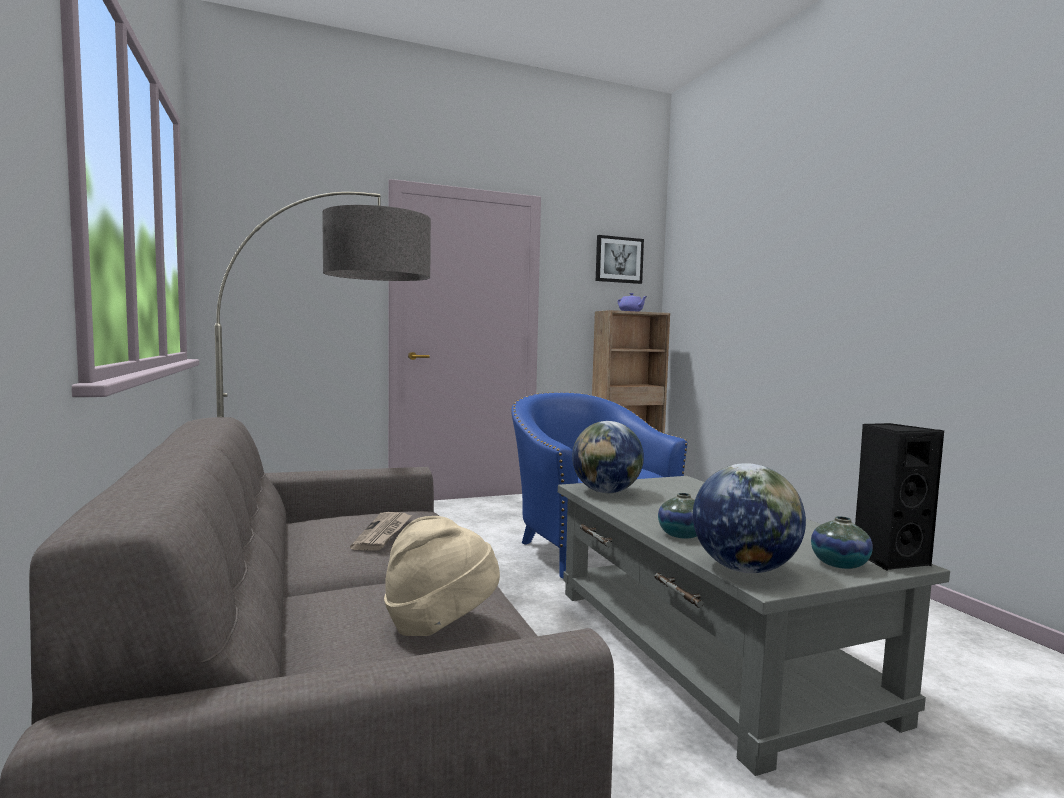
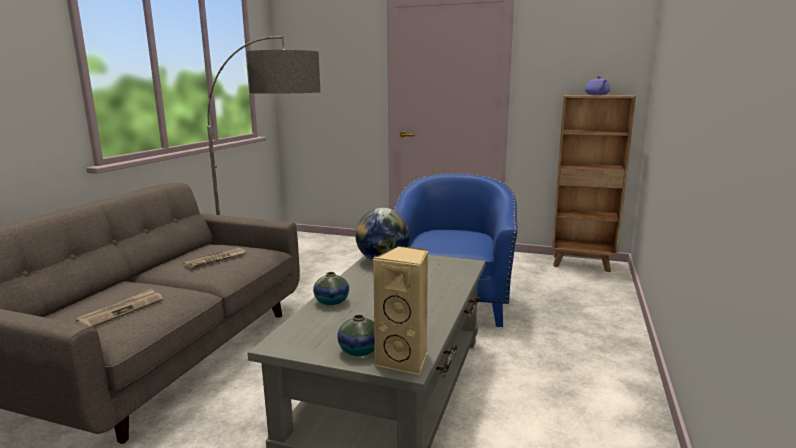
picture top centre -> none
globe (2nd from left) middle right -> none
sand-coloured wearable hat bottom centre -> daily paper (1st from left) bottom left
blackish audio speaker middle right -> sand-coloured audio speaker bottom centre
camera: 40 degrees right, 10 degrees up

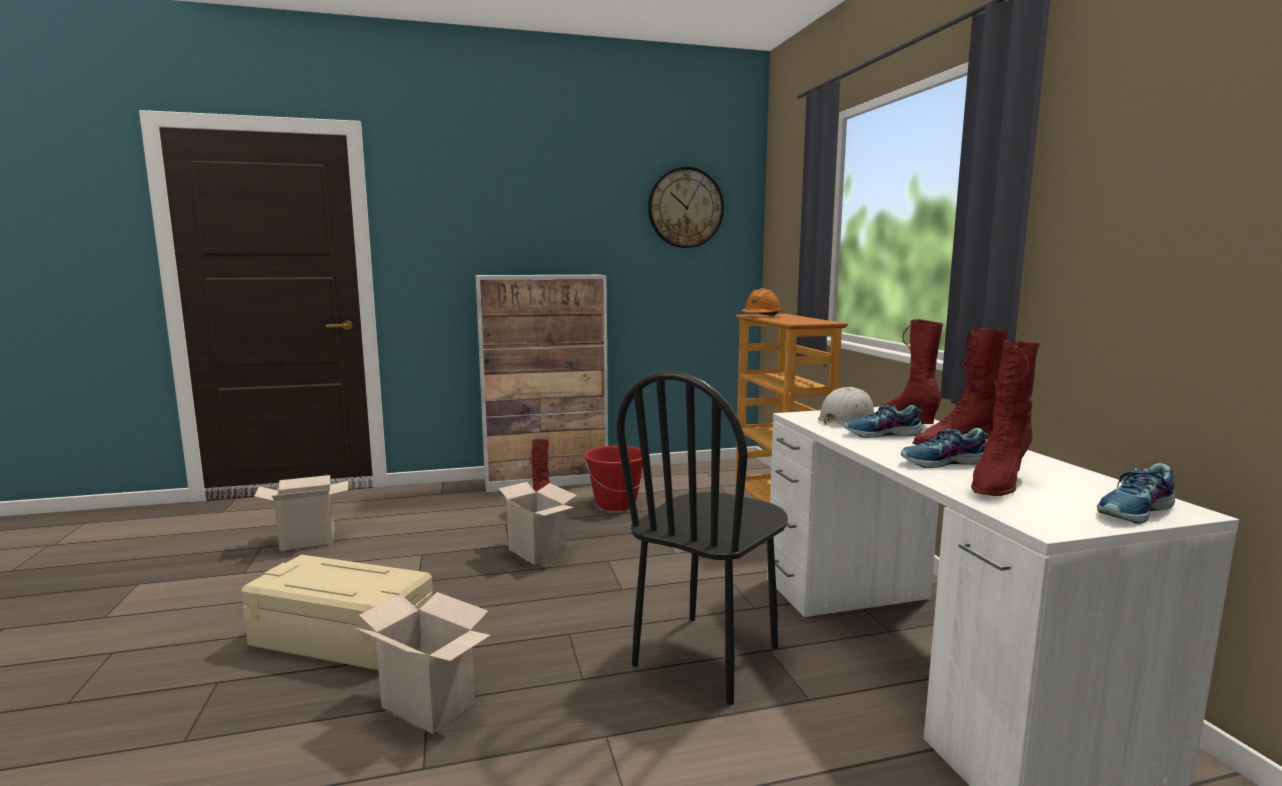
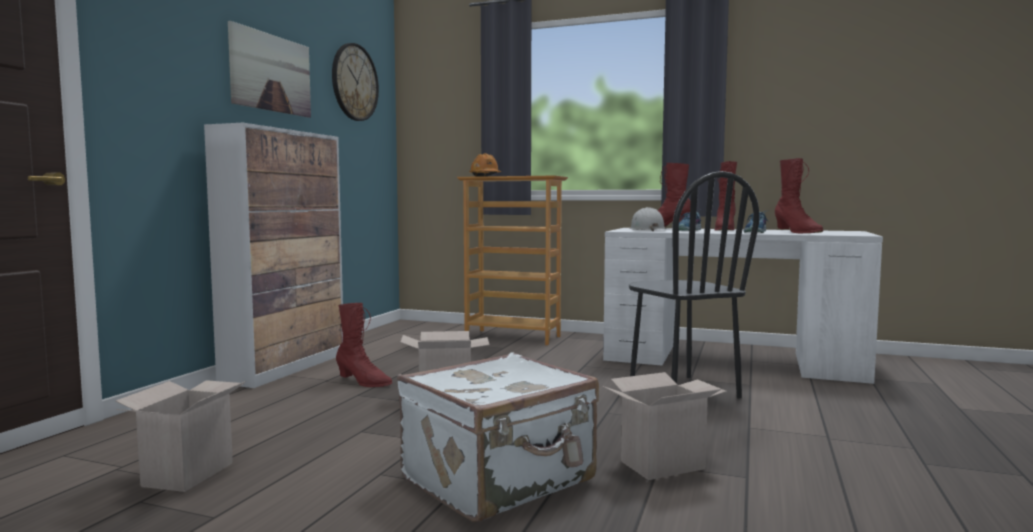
reddish bucket centre -> none
shoe (3rd from left) middle right -> none
none -> picture top left
sand-coloured storage container bottom left -> whitish travel case bottom centre
camera: 55 degrees left, 5 degrees down

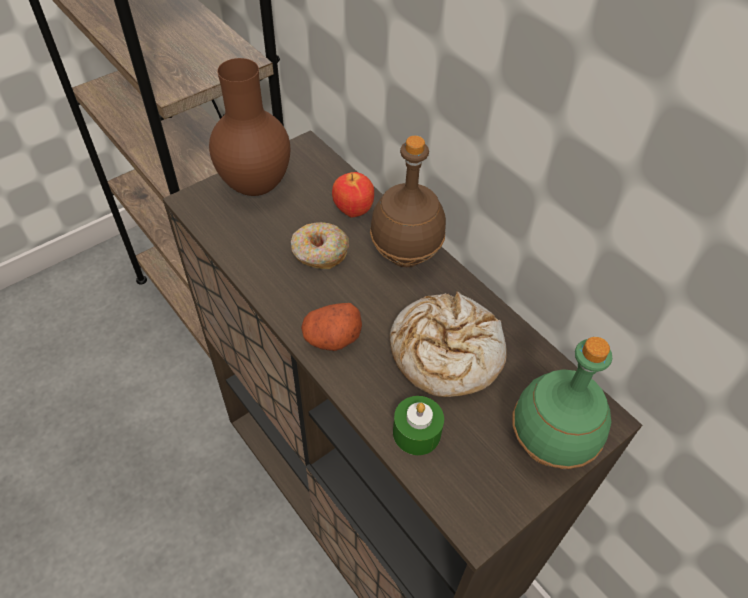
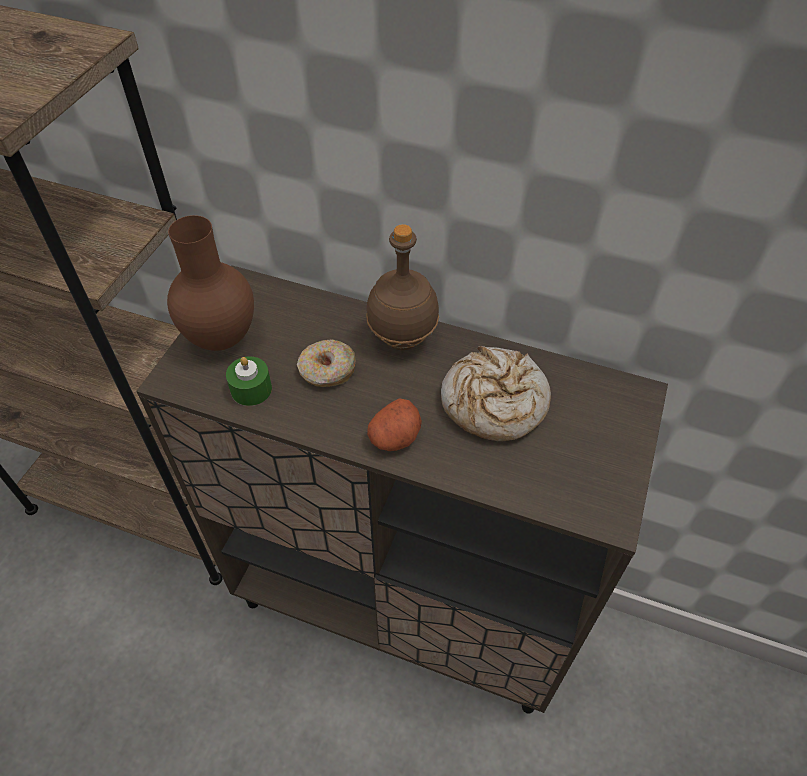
apple fruit top centre -> none
green bottle bottom right -> none
green wax candle bottom centre -> green wax candle middle left, move
camera: 30 degrees left, 0 degrees up

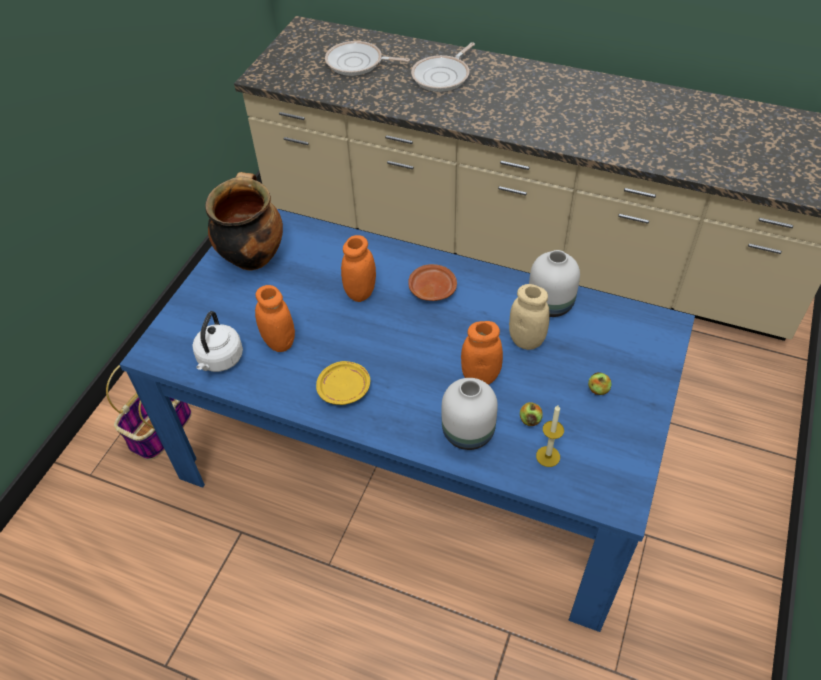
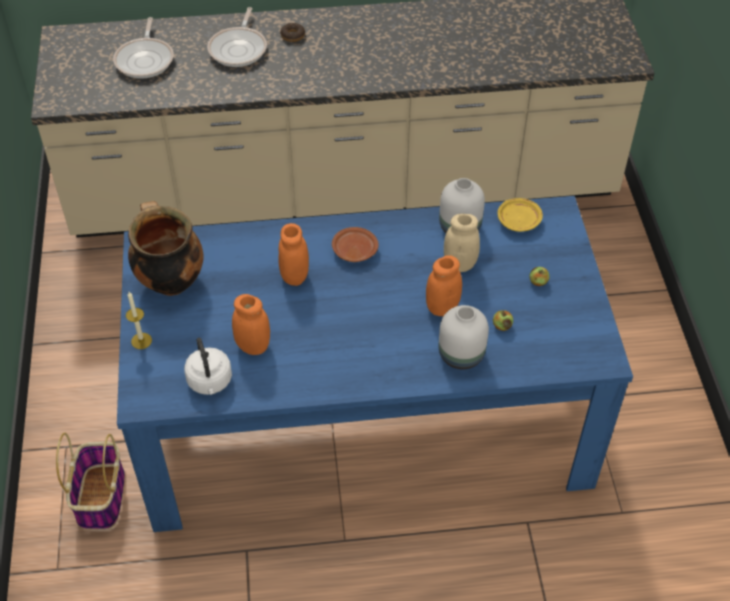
none -> donut top centre
yellow flat dish centre -> yellow flat dish middle right, move
wax candle middle right -> wax candle middle left, move
frying pan (1st from left) top centre -> frying pan (1st from left) top left, 75 degrees counterclockwise
camera: 30 degrees left, 0 degrees up

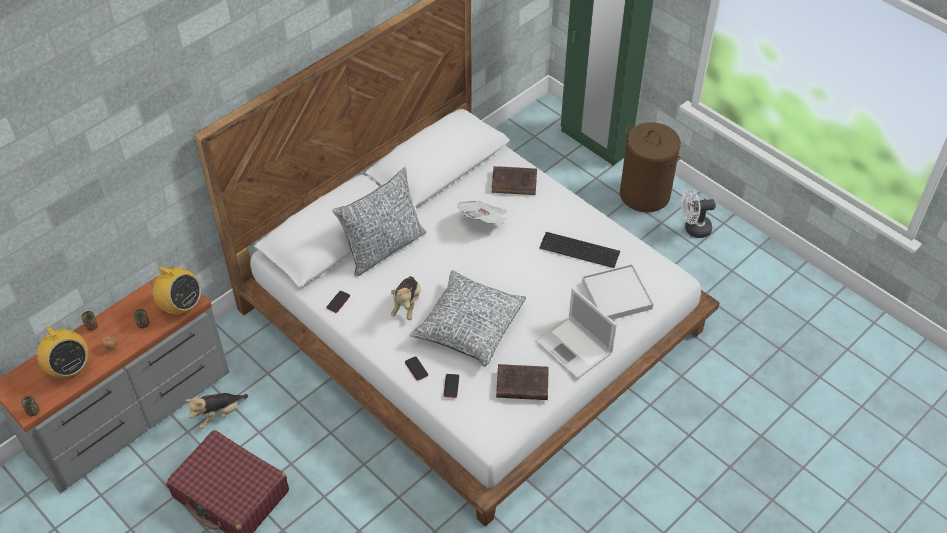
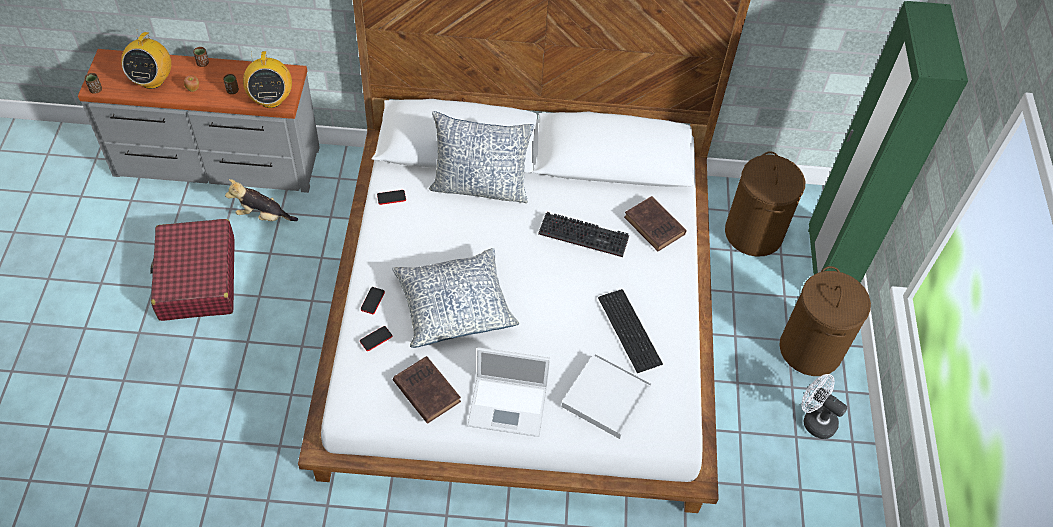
plush toy (2nd from left) centre -> none
none -> brown-coloured laundry basket (1st from left) middle right
daily paper centre -> computer keyboard (1st from left) centre
laptop centre -> laptop bottom centre, 90 degrees counterclockwise
camera: 45 degrees right, 5 degrees up

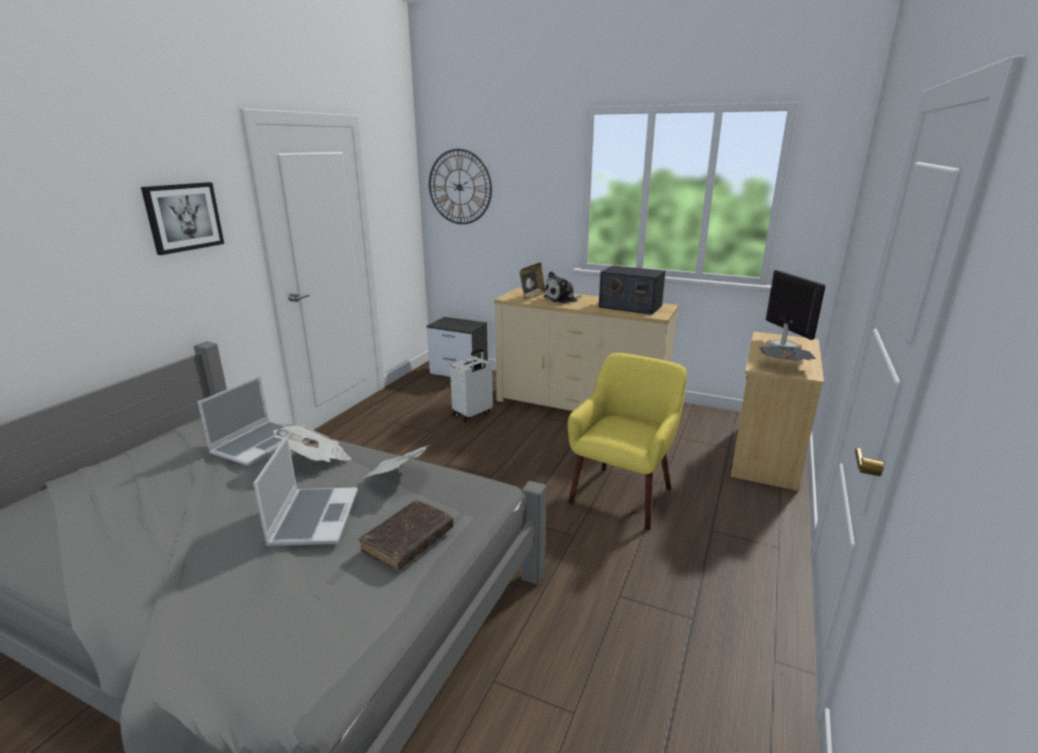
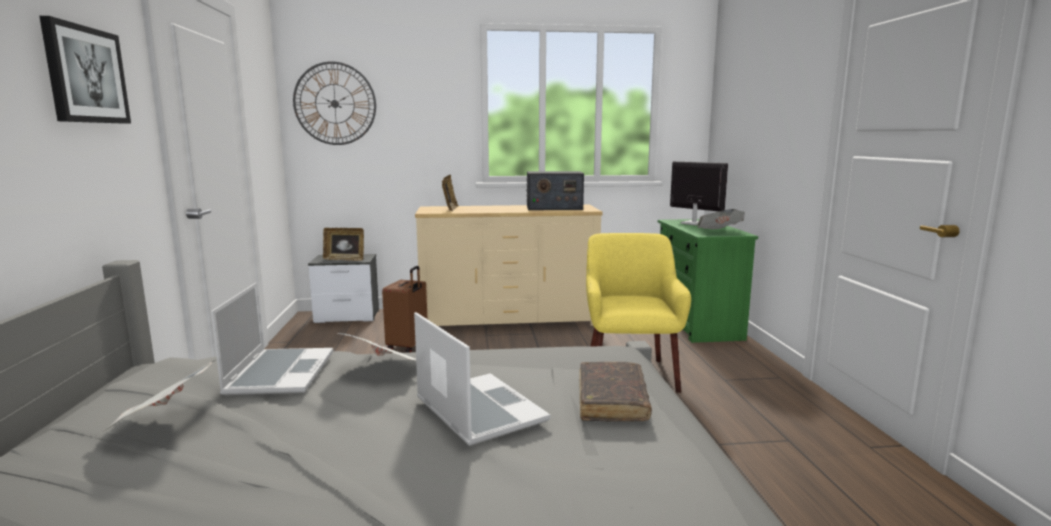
plush toy centre -> none
none -> picture frame (1st from left) middle left
daily paper (2nd from left in the first image) centre -> daily paper (1st from left) bottom left, move
whitish travel case centre -> brown-coloured travel case centre
sand-coloured dresser (2nd from left) middle right -> green dresser middle right
camera: 30 degrees left, 10 degrees down

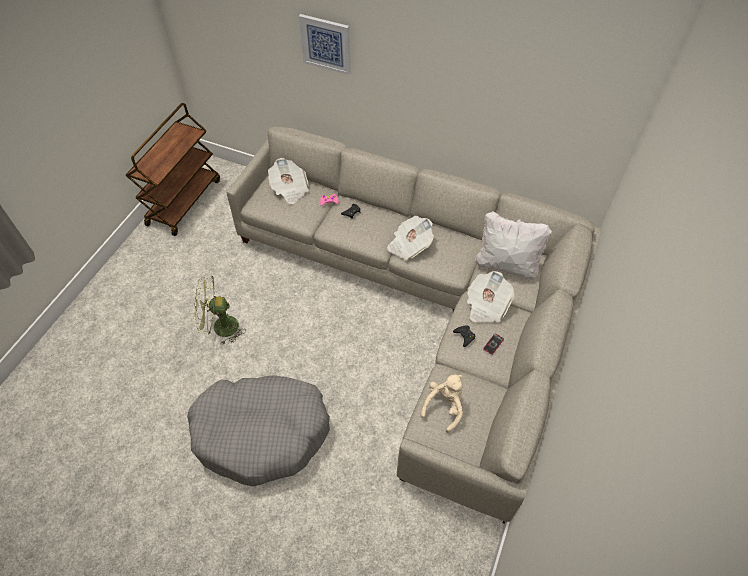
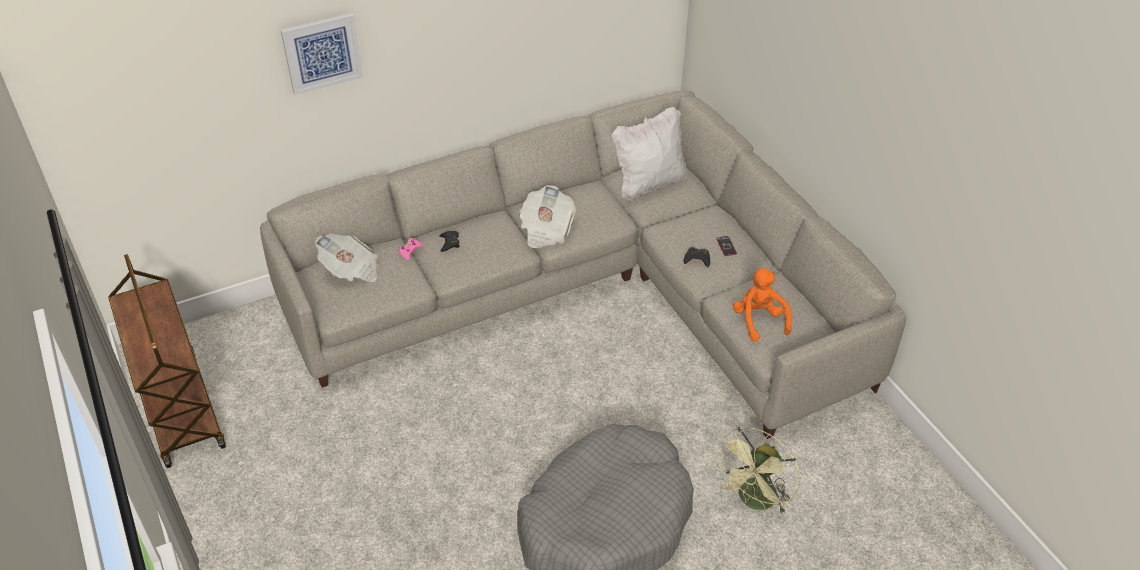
daily paper (3rd from left) centre -> none
green cooling fan middle left -> green cooling fan bottom centre, move
sand-coloured plush toy bottom centre -> orange-coloured plush toy middle right
camera: 50 degrees left, 10 degrees down

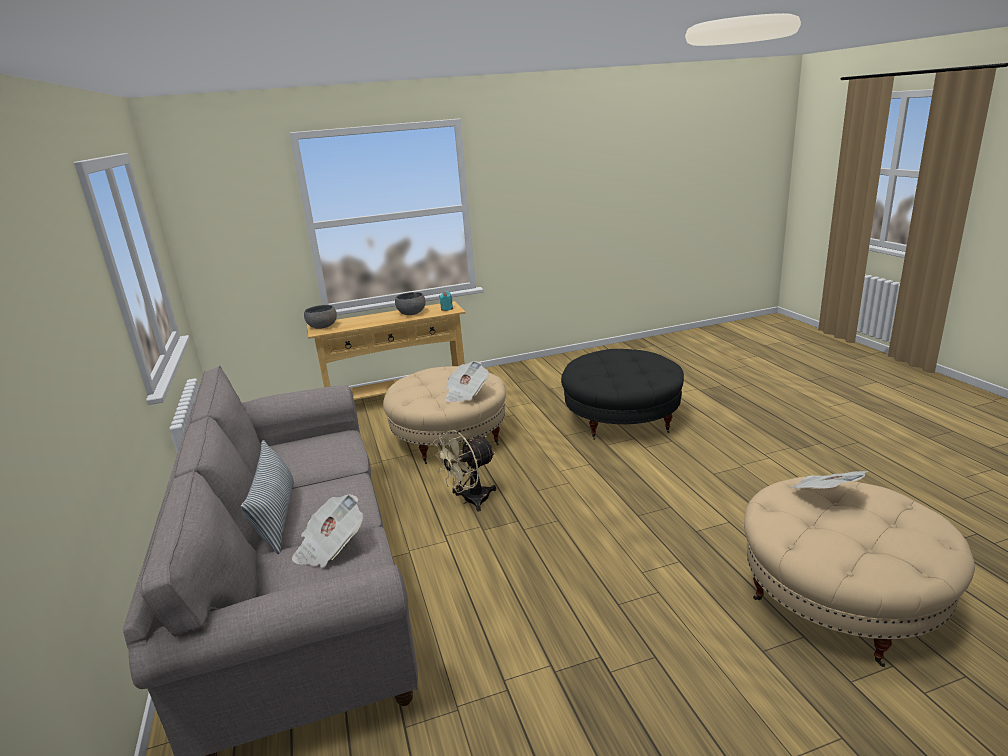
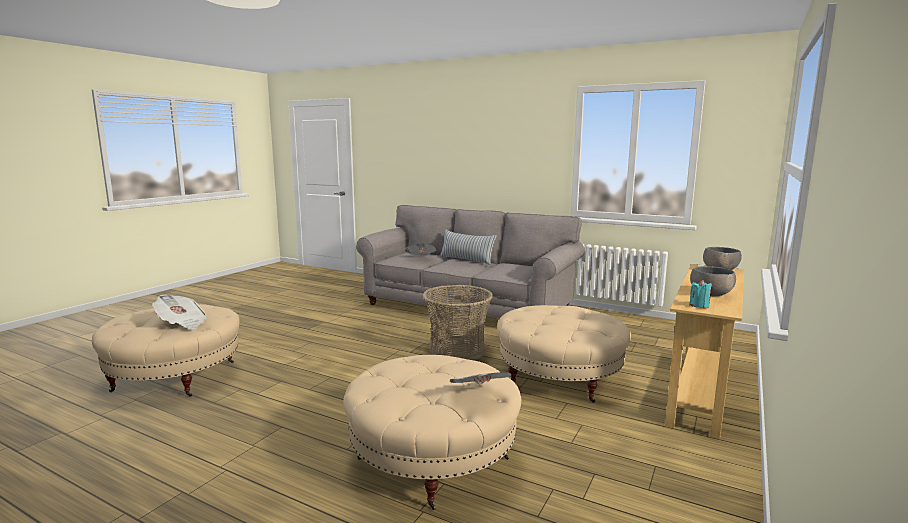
daily paper (2nd from left in the first image) centre -> daily paper (3rd from left) bottom centre, move
sand-coloured cooling fan centre -> household basket centre
blackish ottoman centre -> sand-coloured ottoman (2nd from left) bottom centre
camera: 135 degrees right, 10 degrees down

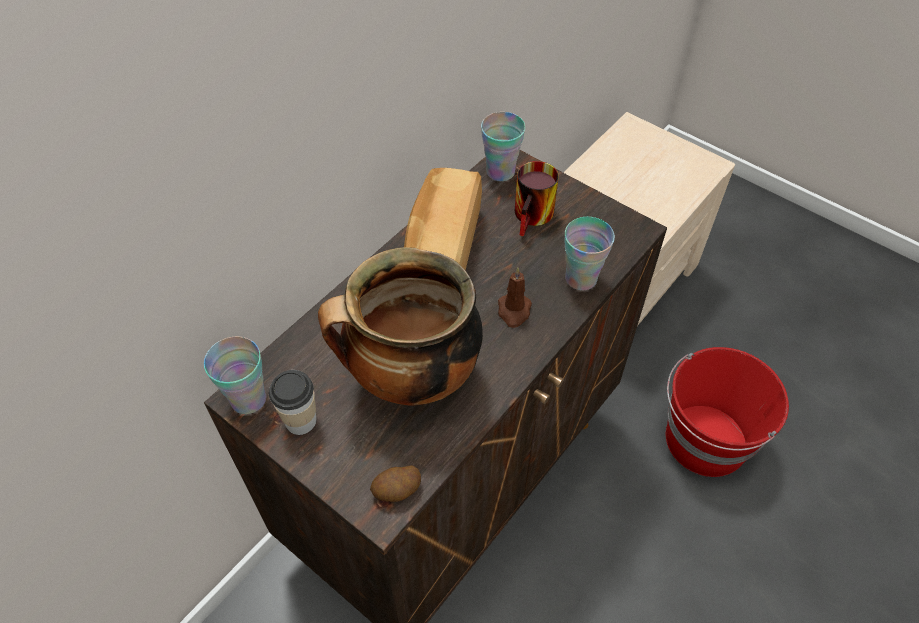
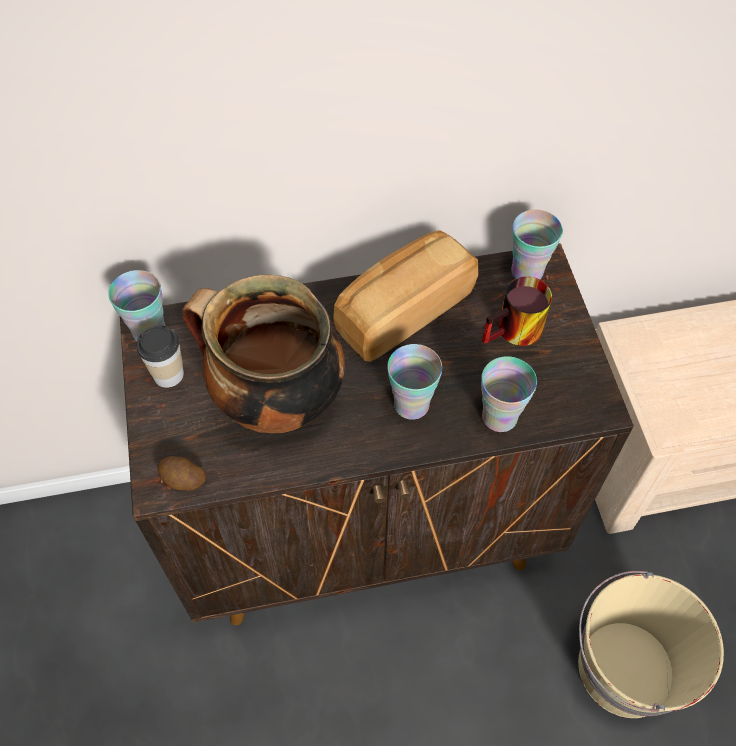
brown-coloured wax candle centre -> drinking cup (3rd from left) centre
reddish bucket middle right -> sand-coloured bucket bottom right
camera: 40 degrees right, 5 degrees up

